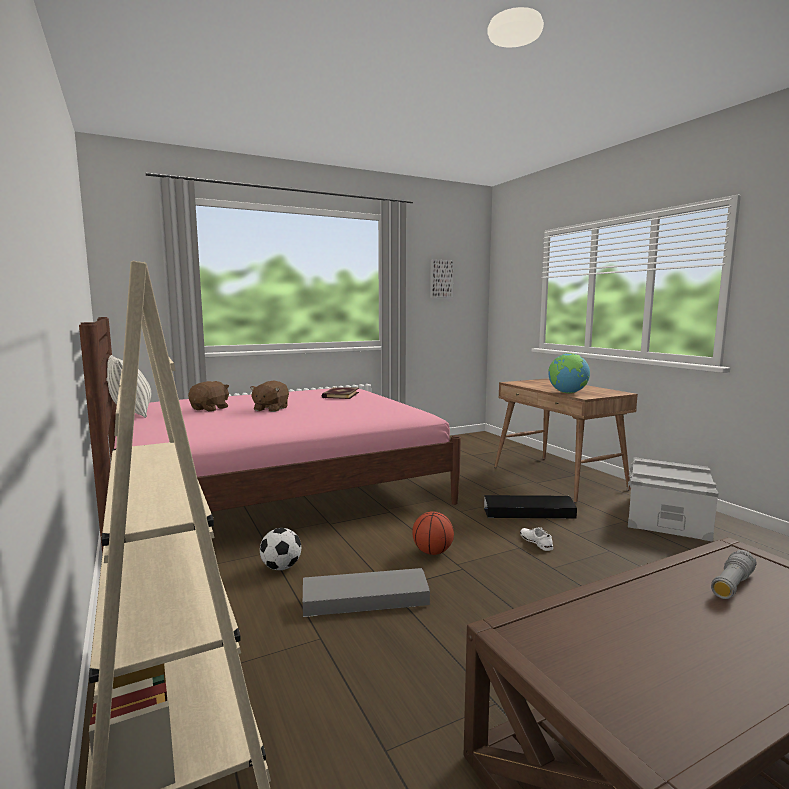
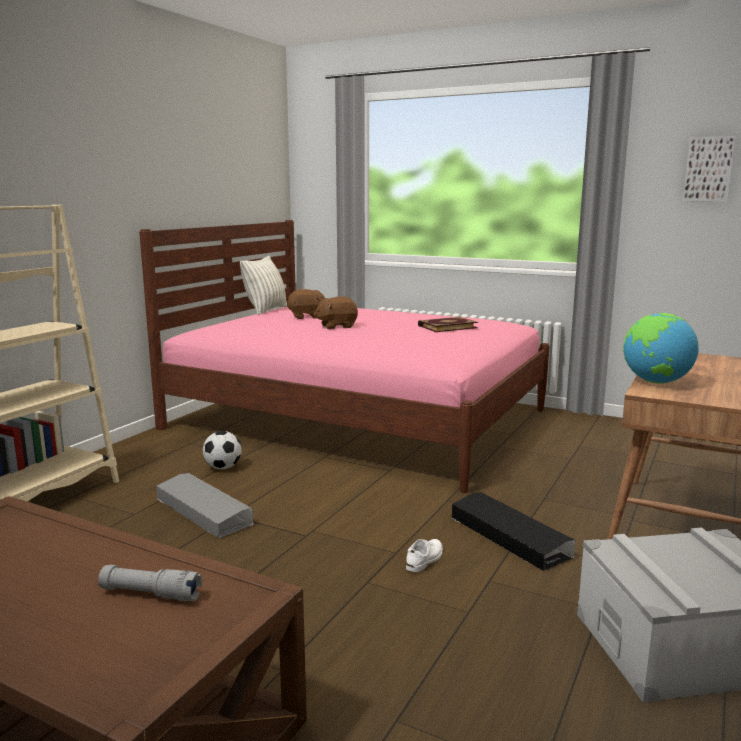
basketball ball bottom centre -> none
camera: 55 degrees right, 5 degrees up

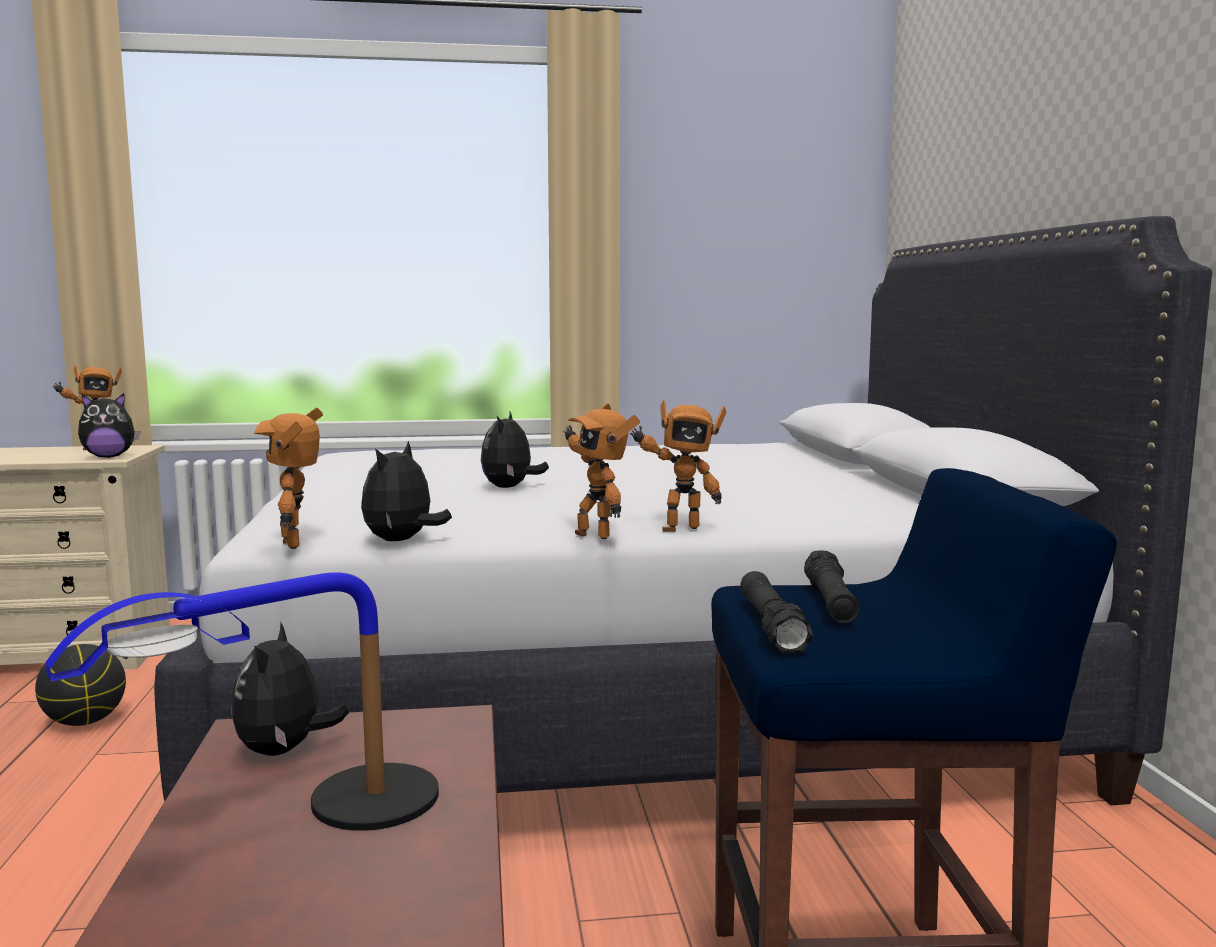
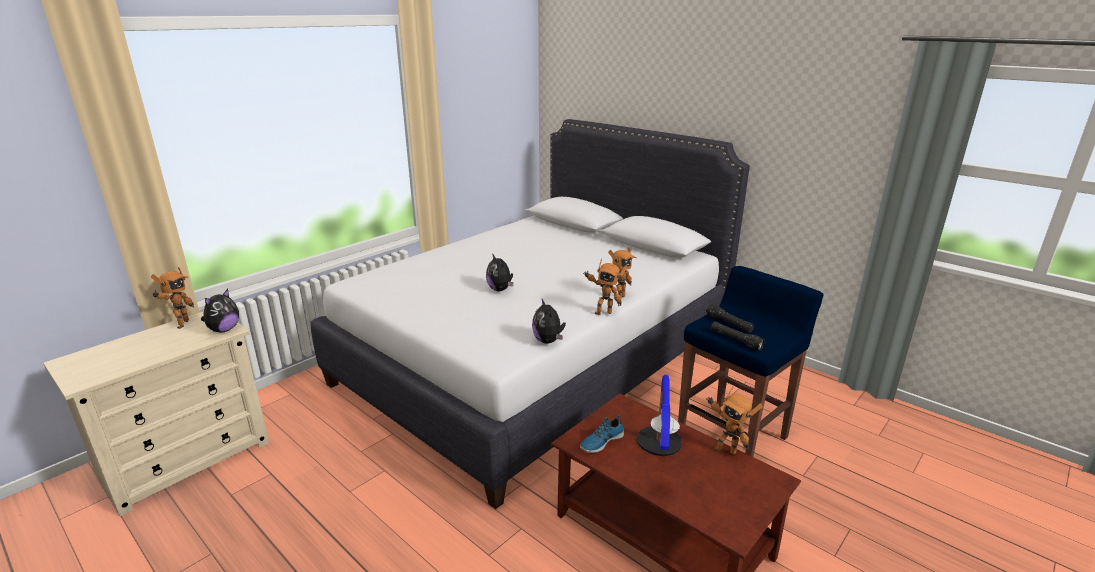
basketball ball bottom left -> none
model robot (2nd from left in the first image) middle left -> model robot (4th from left) bottom right, move
plush toy (2nd from left) bottom left -> shoe bottom centre
camera: 40 degrees left, 15 degrees up

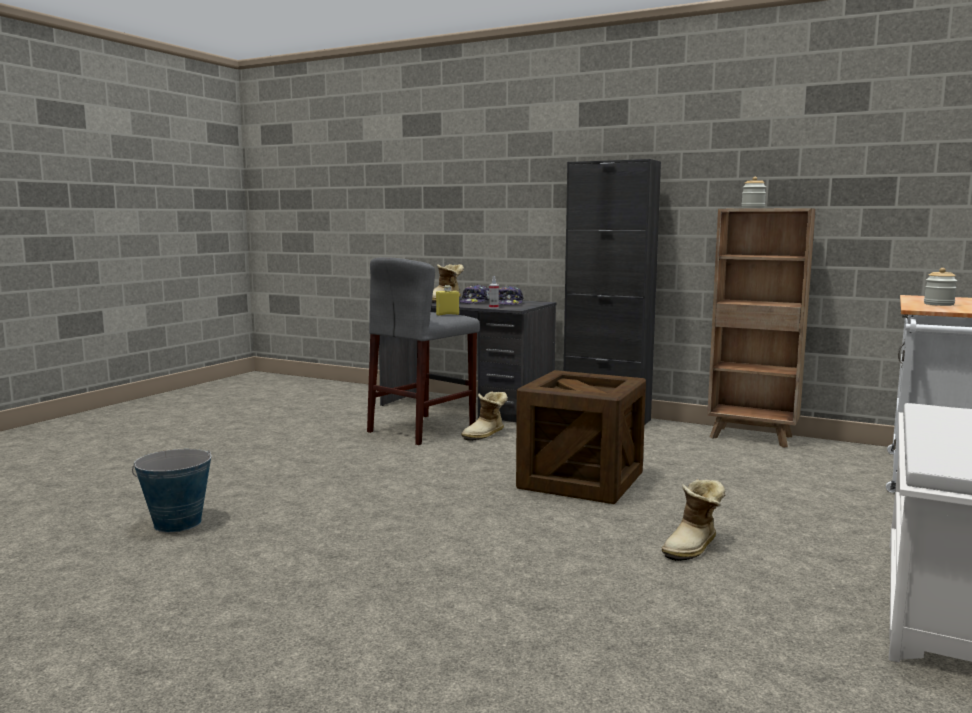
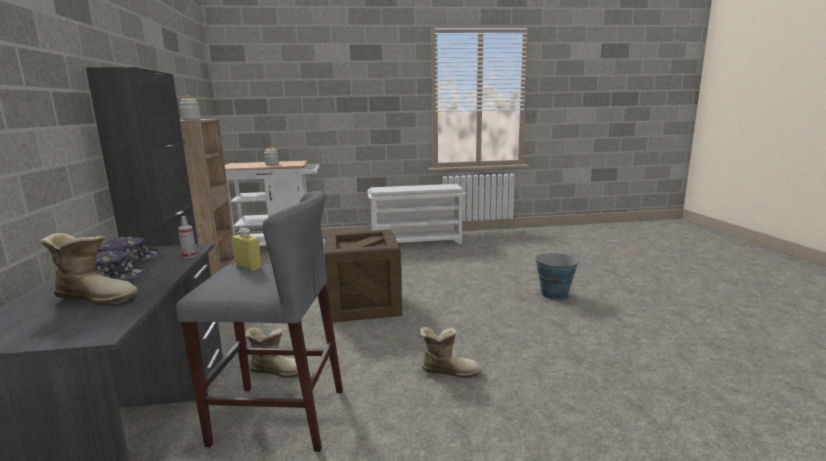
bucket bottom left -> bucket middle right, move
boot (3rd from left) bottom right -> boot (3rd from left) bottom centre, move
camera: 125 degrees left, 5 degrees up

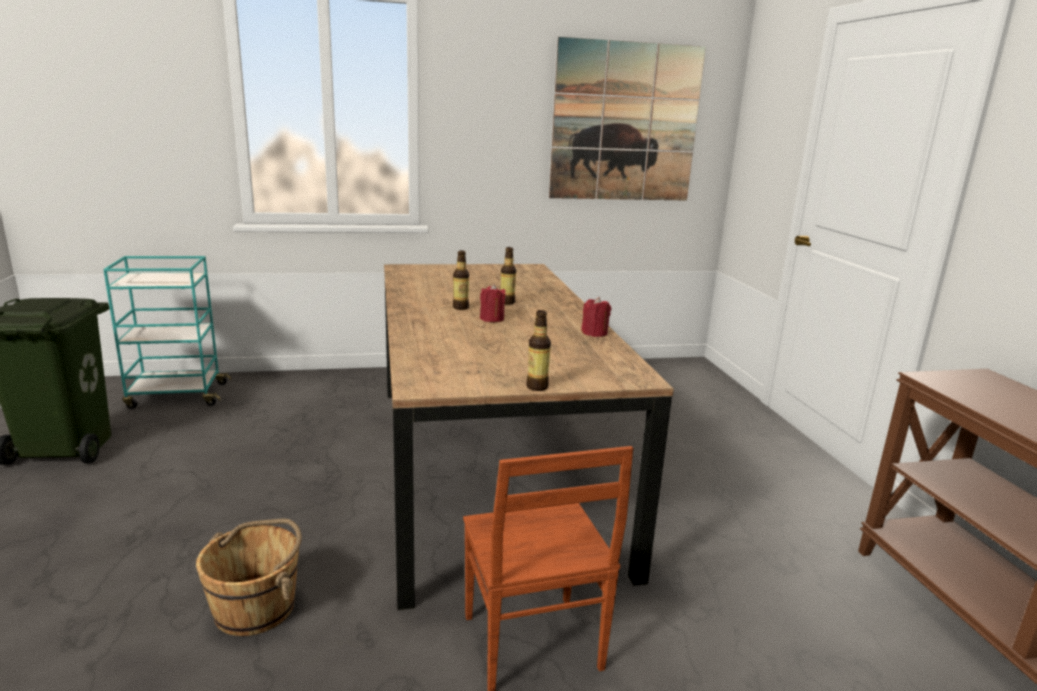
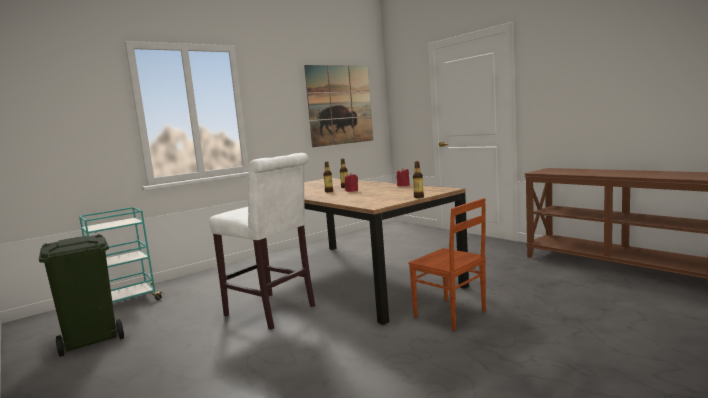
brown-coloured bucket bottom left -> none
none -> whitish stool seat centre
camera: 25 degrees left, 10 degrees down

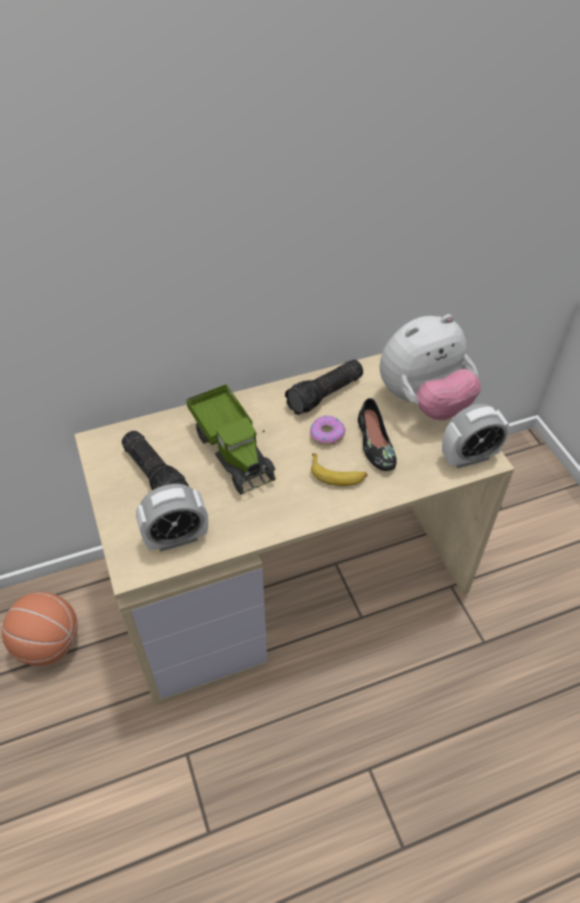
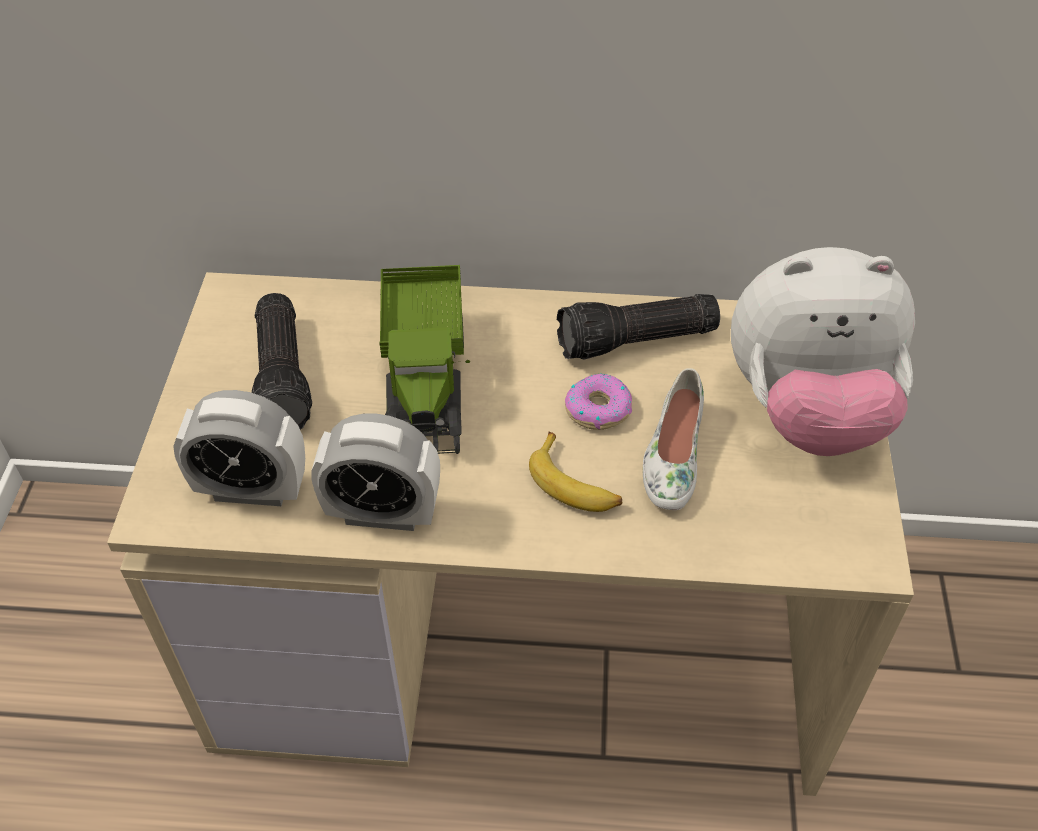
basketball ball bottom left -> none
table clock (2nd from left) middle right -> table clock (2nd from left) centre, move
blackish shoe centre -> whitish shoe centre
camera: 25 degrees right, 0 degrees up

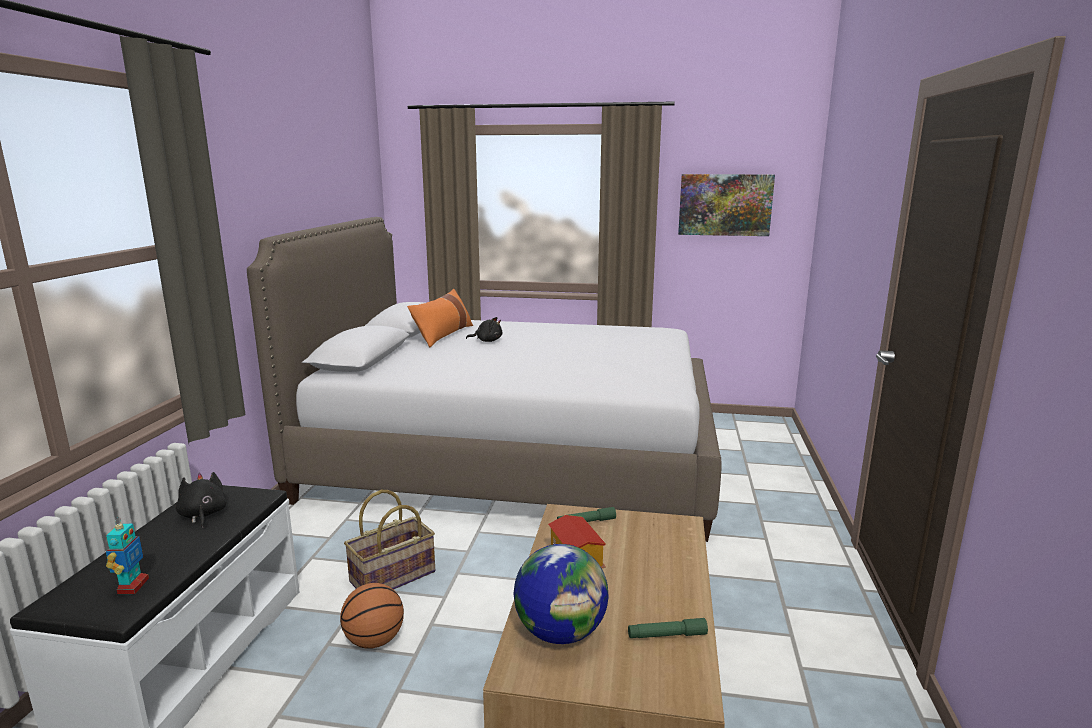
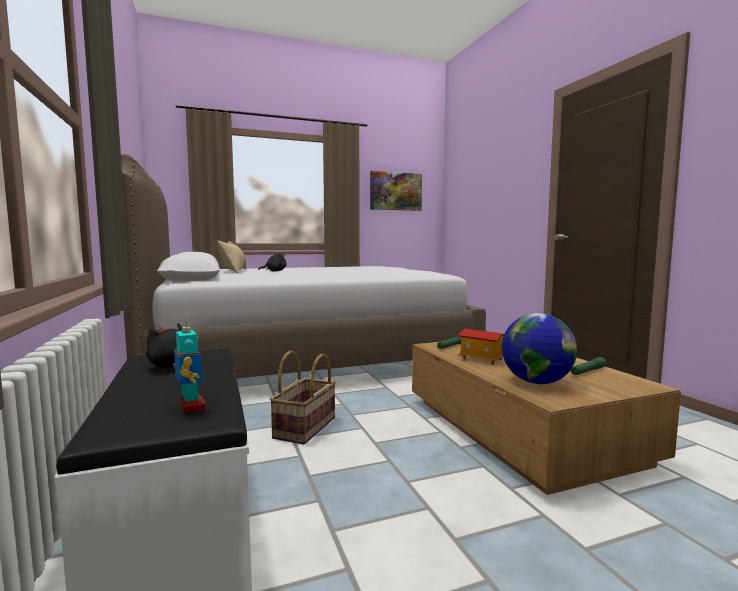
basketball ball bottom centre -> none
orange-coloured throw pillow centre -> sand-coloured throw pillow middle left
camera: 30 degrees left, 10 degrees down

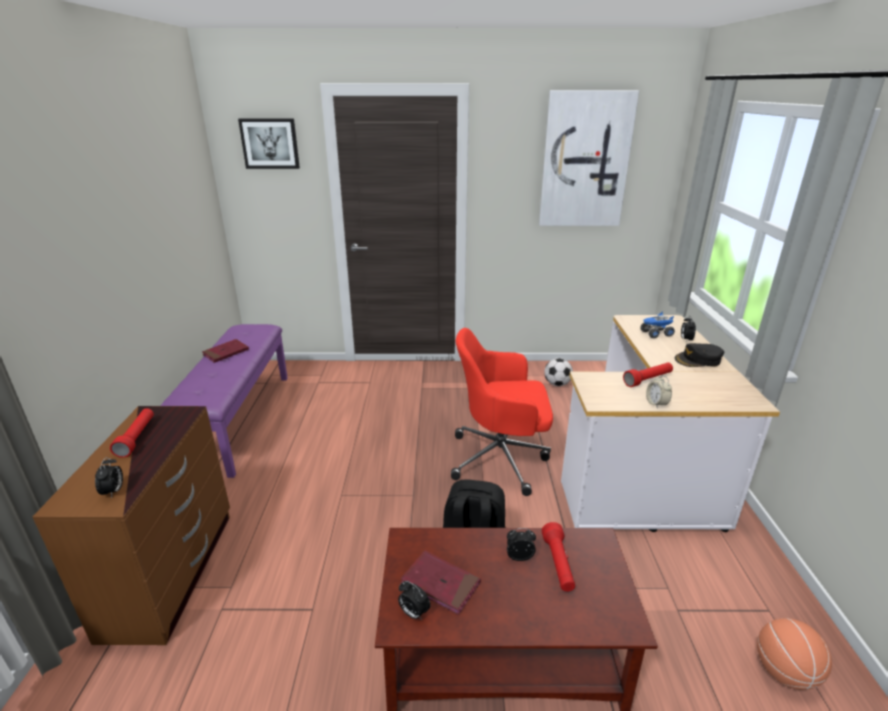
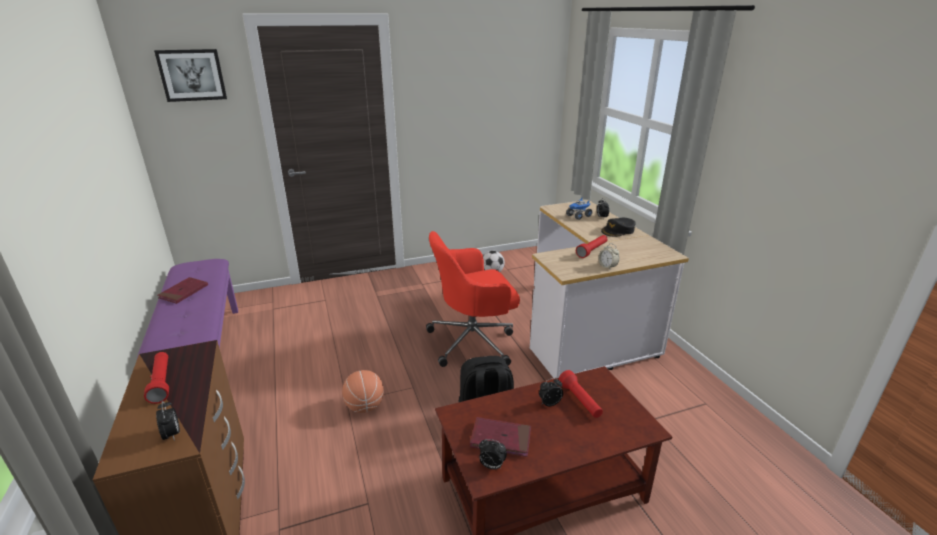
picture (2nd from left) top centre -> none
basketball ball bottom right -> basketball ball bottom centre, move
camera: 20 degrees left, 0 degrees up

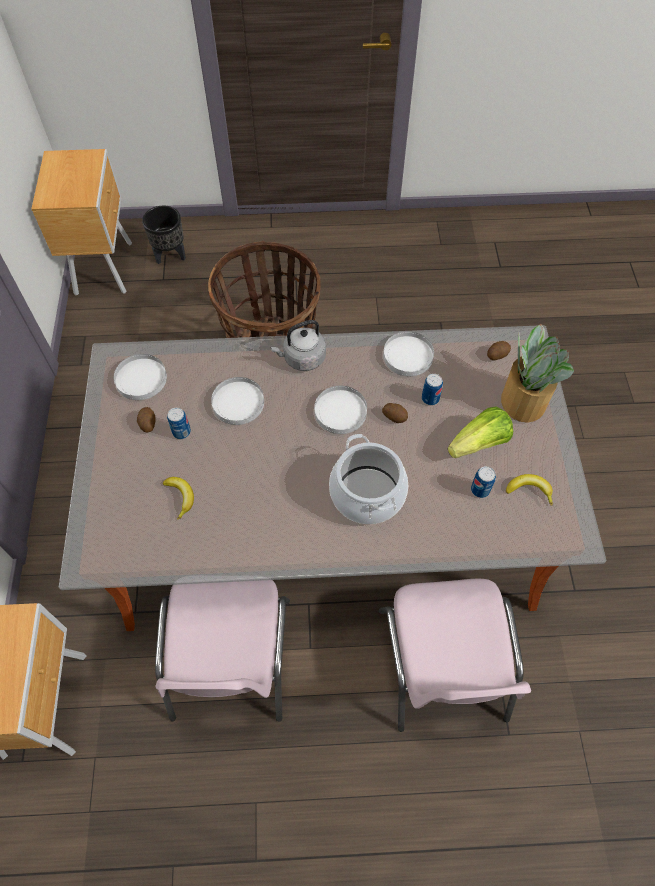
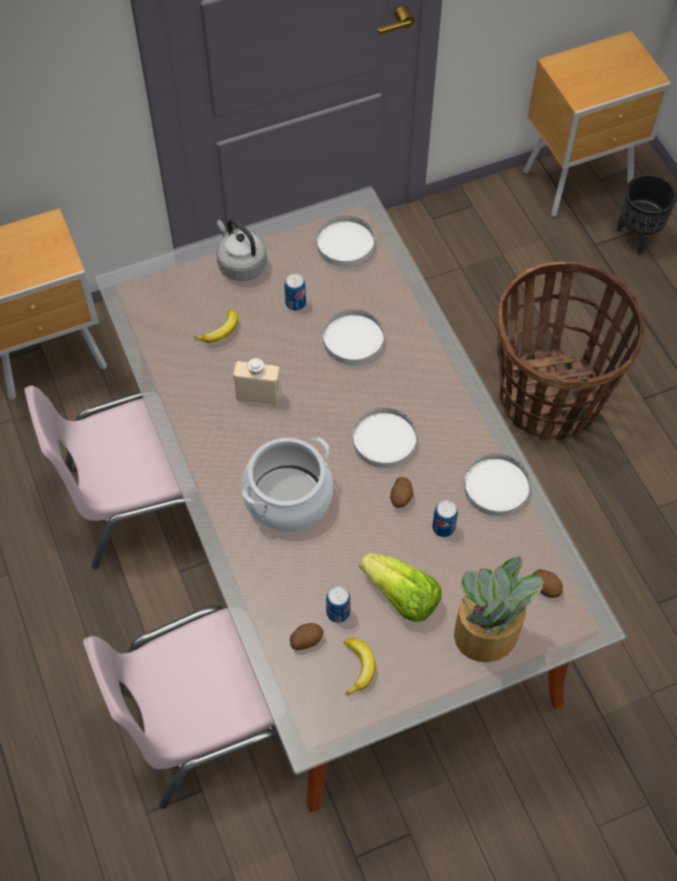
none -> sand-coloured bottle centre
potato (1st from left) middle left -> potato (1st from left) bottom centre, move
grey water kettle centre -> grey water kettle top centre, move
camera: 70 degrees right, 0 degrees up

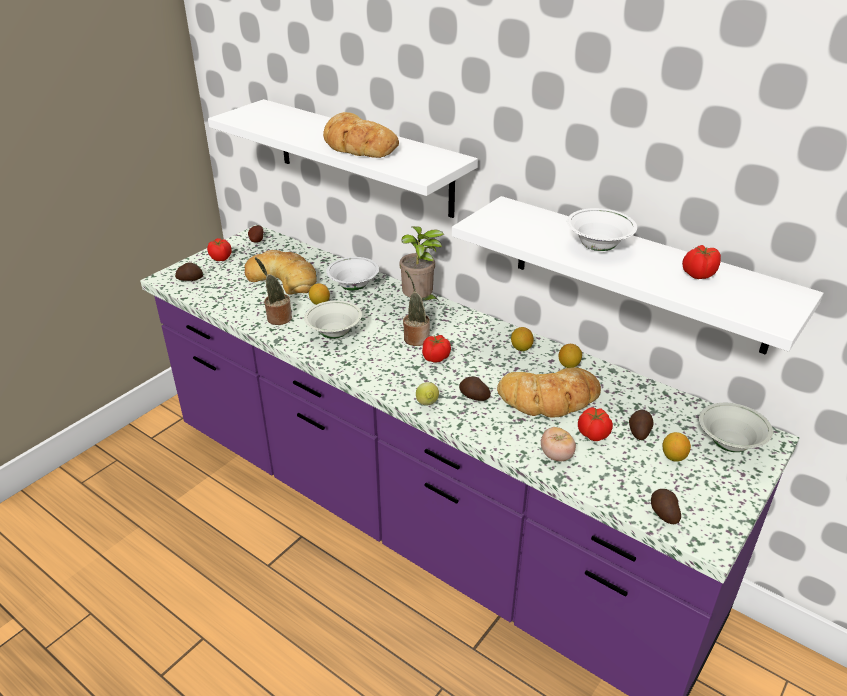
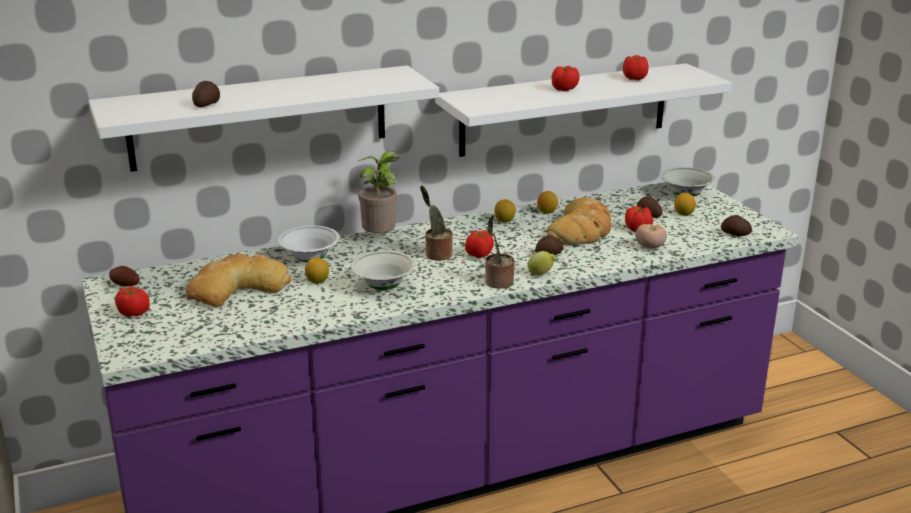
baked bread (2nd from left) top centre -> none
potato (1st from left in the first image) middle left -> potato (2nd from left) top left, move
potted plant (1st from left in the first image) middle left -> potted plant (3rd from left) centre, move
whitish bowl (3rd from left) top right -> tomato (3rd from left) top centre
camera: 60 degrees left, 10 degrees down

